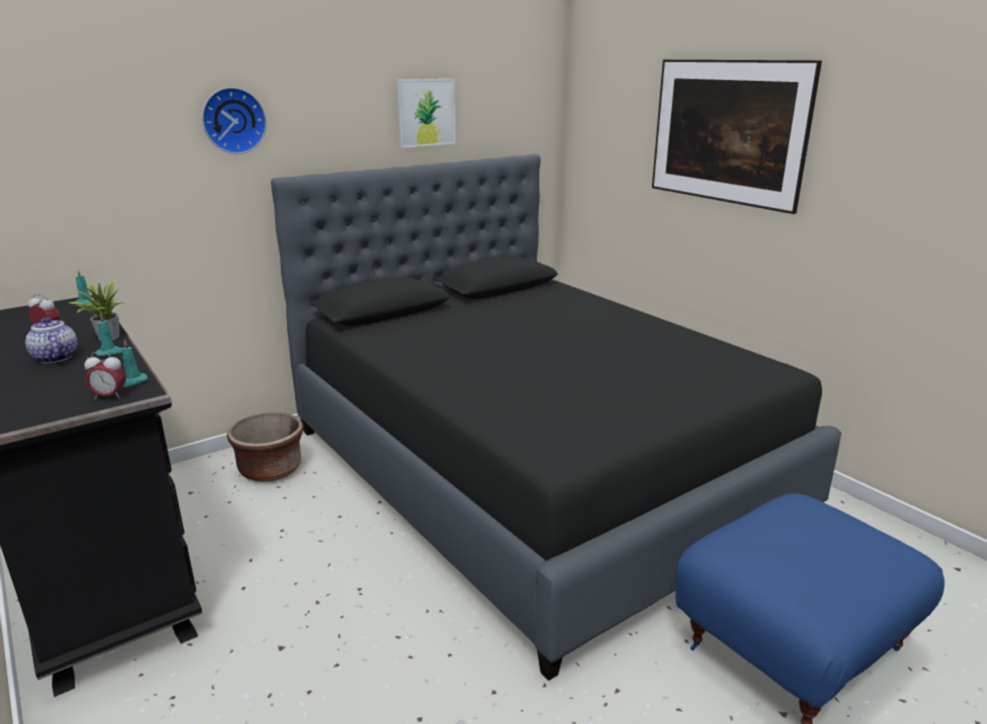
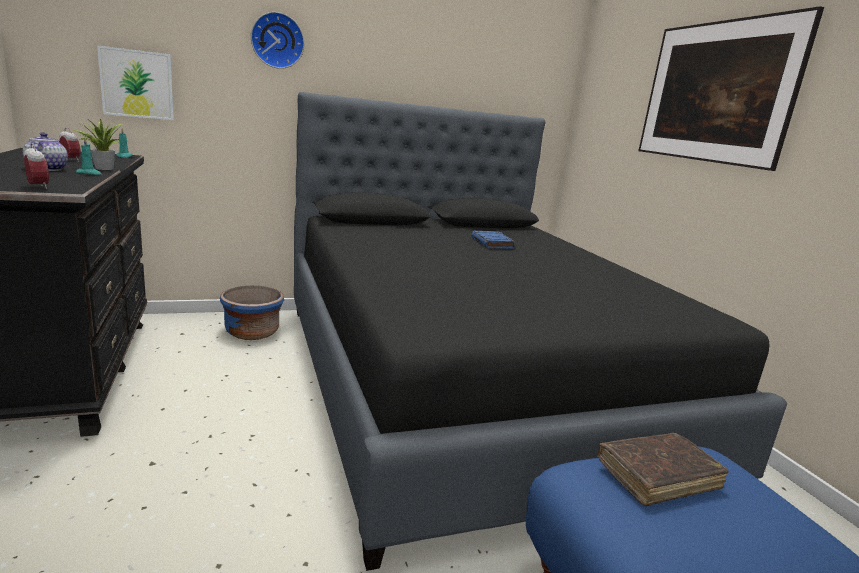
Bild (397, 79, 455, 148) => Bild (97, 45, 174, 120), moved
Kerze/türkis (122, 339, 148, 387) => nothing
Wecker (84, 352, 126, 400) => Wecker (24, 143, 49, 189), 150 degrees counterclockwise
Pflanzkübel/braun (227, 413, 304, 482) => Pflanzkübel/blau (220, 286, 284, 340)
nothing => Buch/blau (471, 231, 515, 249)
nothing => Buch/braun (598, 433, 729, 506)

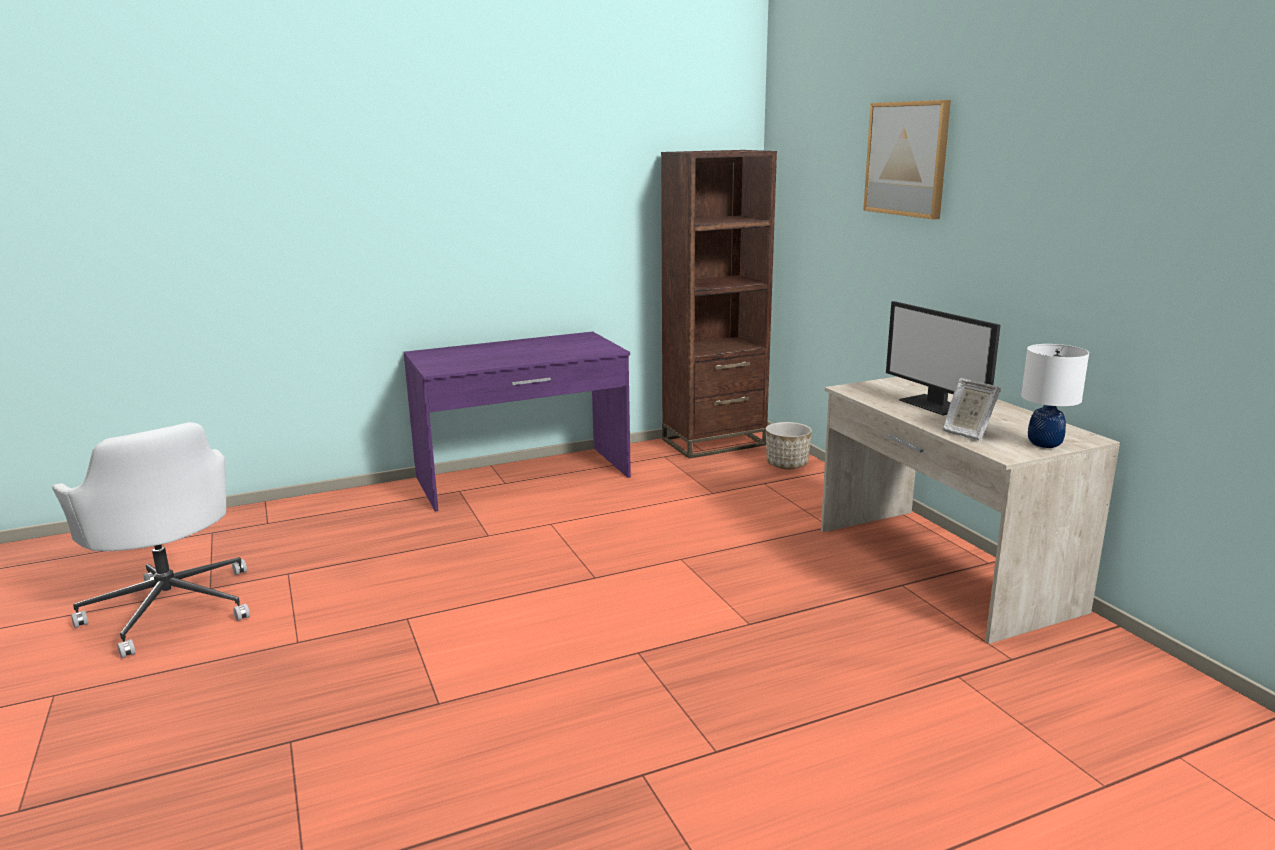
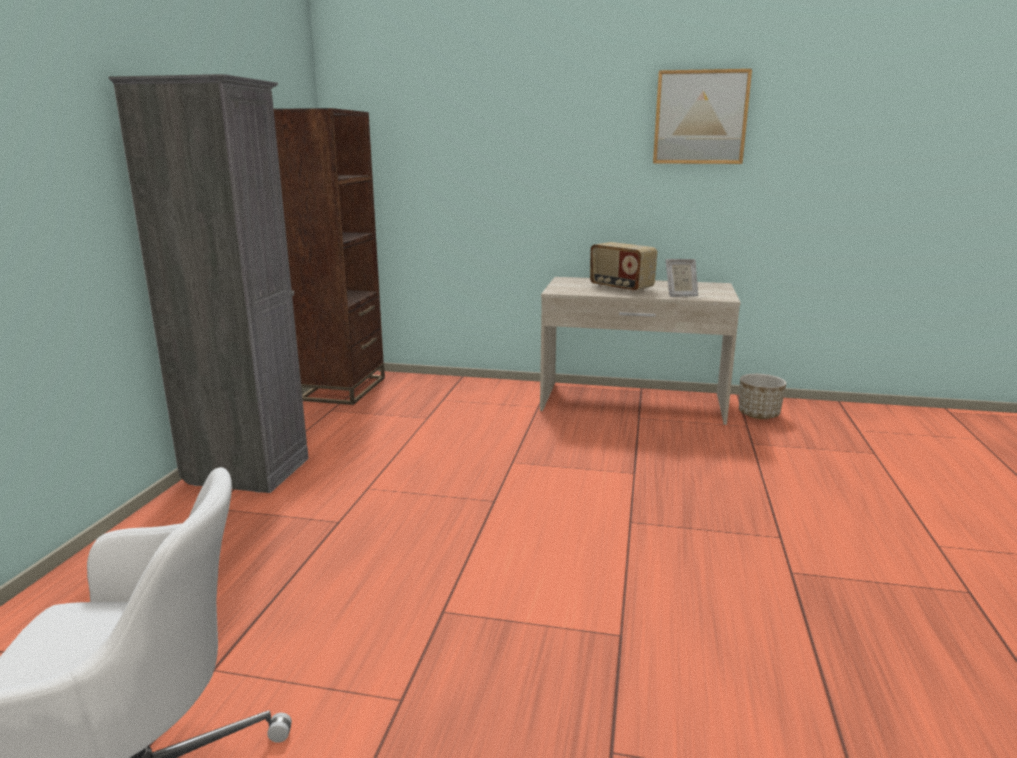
Bild (863, 100, 951, 219) => Bild (653, 69, 752, 164), moved
Monitor (886, 301, 1001, 415) => Radio (590, 242, 657, 292)
Schreibtisch/lila (404, 332, 631, 512) => Schrank/grau (108, 74, 309, 493)
Tischlampe/weiß (1021, 344, 1089, 448) => nothing
Pflanzkübel (766, 422, 812, 470) => Pflanzkübel (739, 374, 786, 419), moved

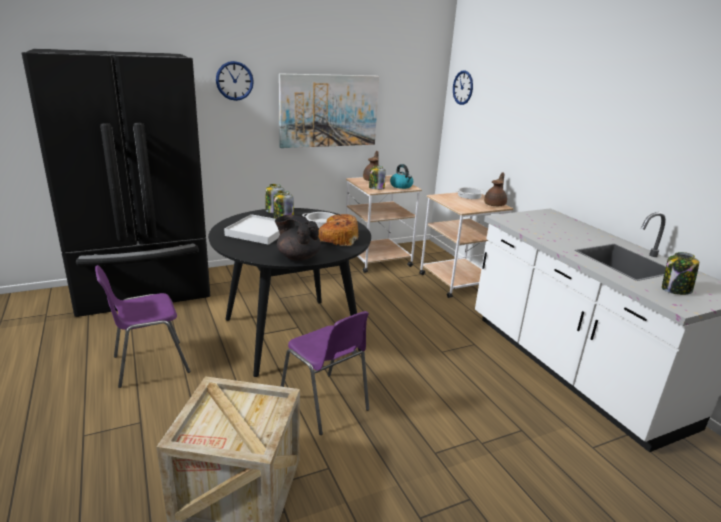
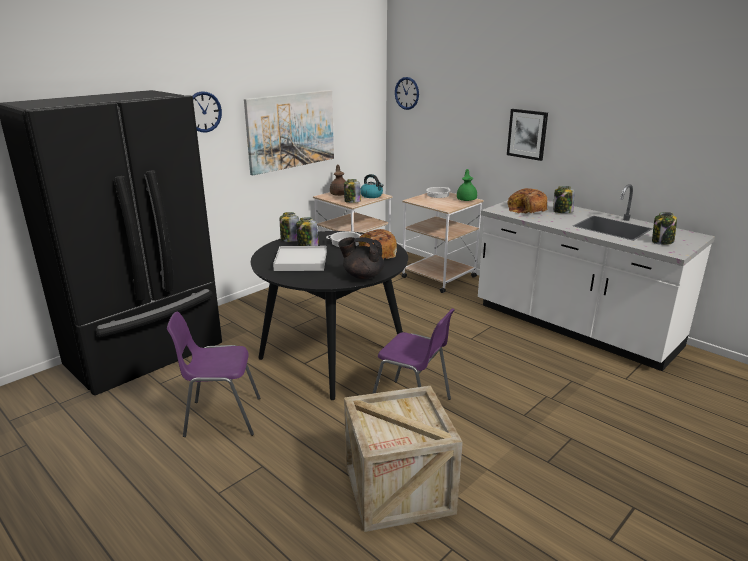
Teekanne/braun (484, 172, 507, 206) => Teekanne/grün (457, 169, 477, 201)
Stuhl/lila (95, 265, 190, 388) => Stuhl/lila (167, 311, 260, 437), 45 degrees clockwise
nothing => Bild (507, 109, 548, 161)
nothing => Vorratsglas (553, 186, 574, 213)
nothing => Brot (507, 188, 548, 214)

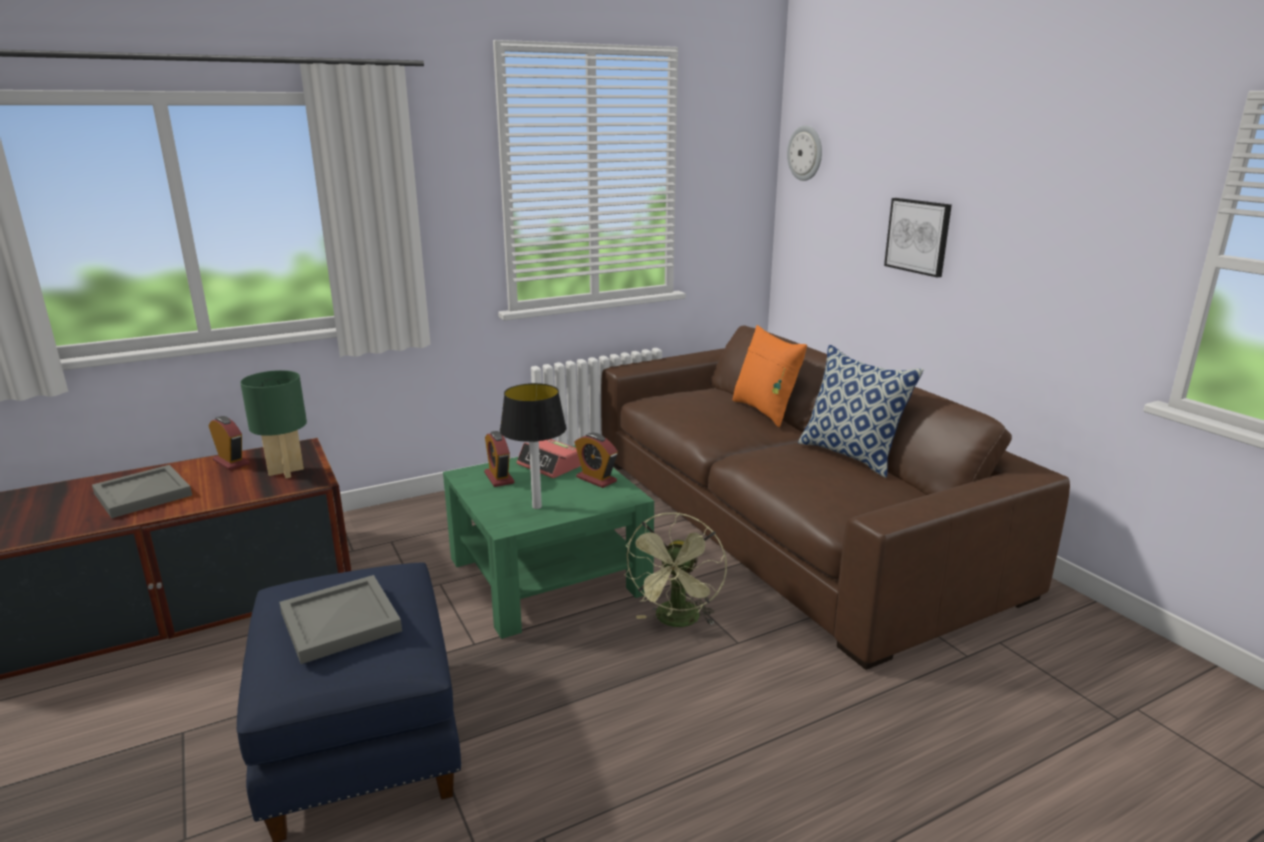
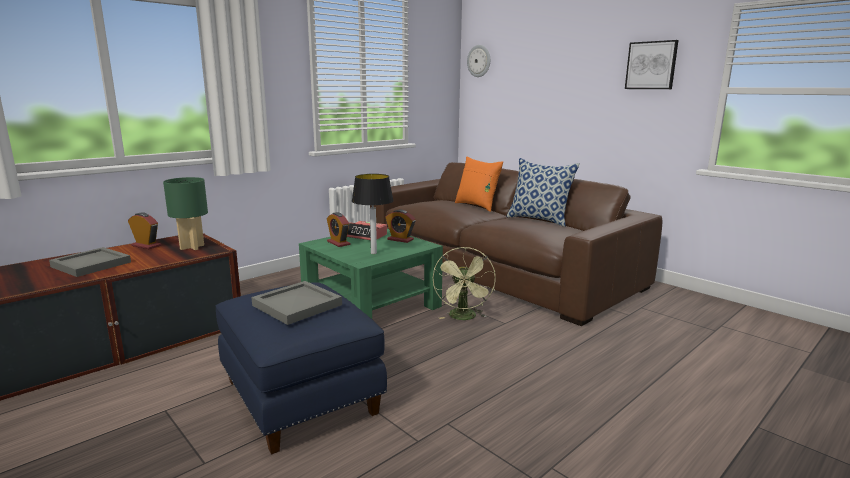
Bild (884, 198, 952, 278) => Bild (625, 40, 678, 89), moved

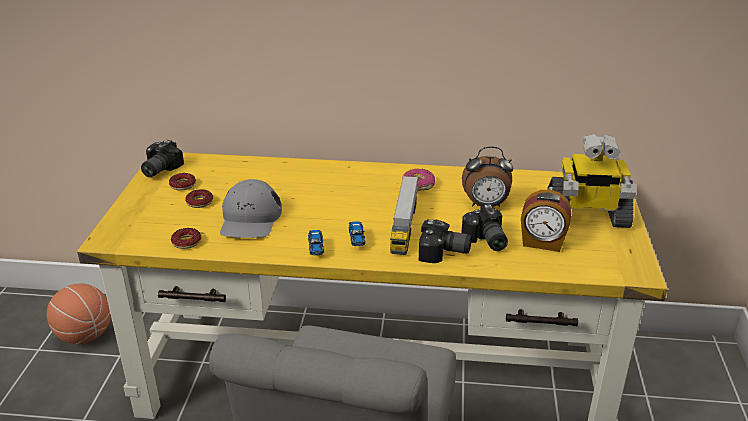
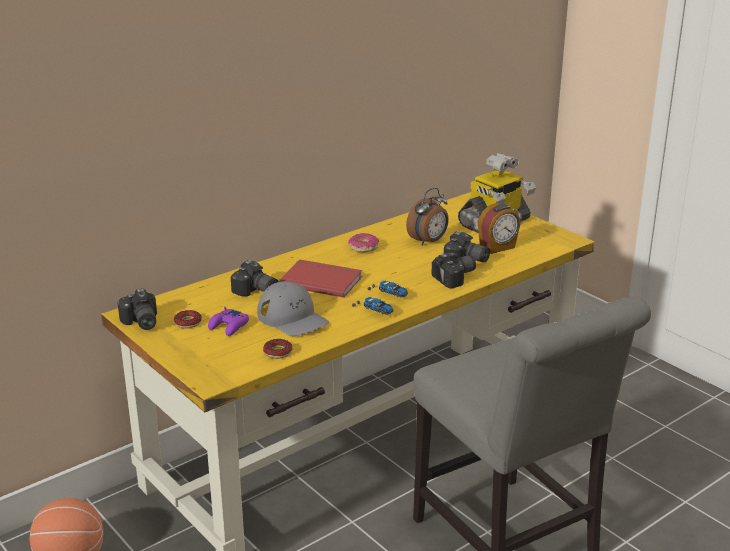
Spielzeuglaster (390, 176, 418, 255) => nothing
Donut (185, 189, 213, 208) => Gamepad/lila (208, 307, 249, 336)
nothing => Kamera (231, 260, 279, 296)
nothing => Buch/rot (279, 260, 362, 298)

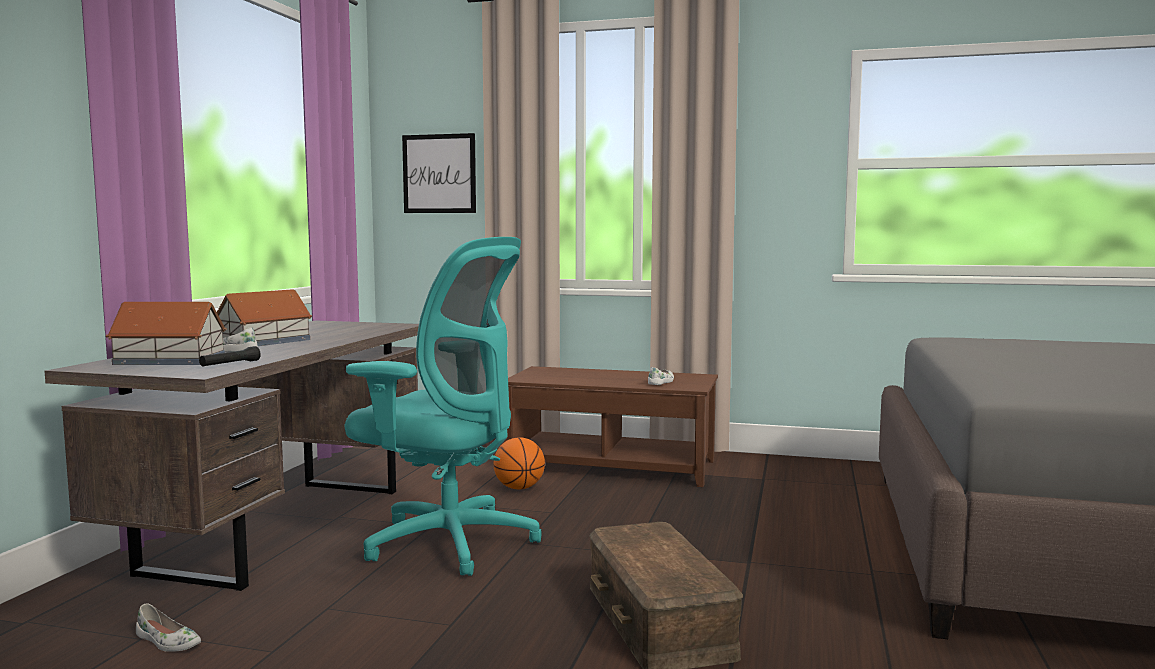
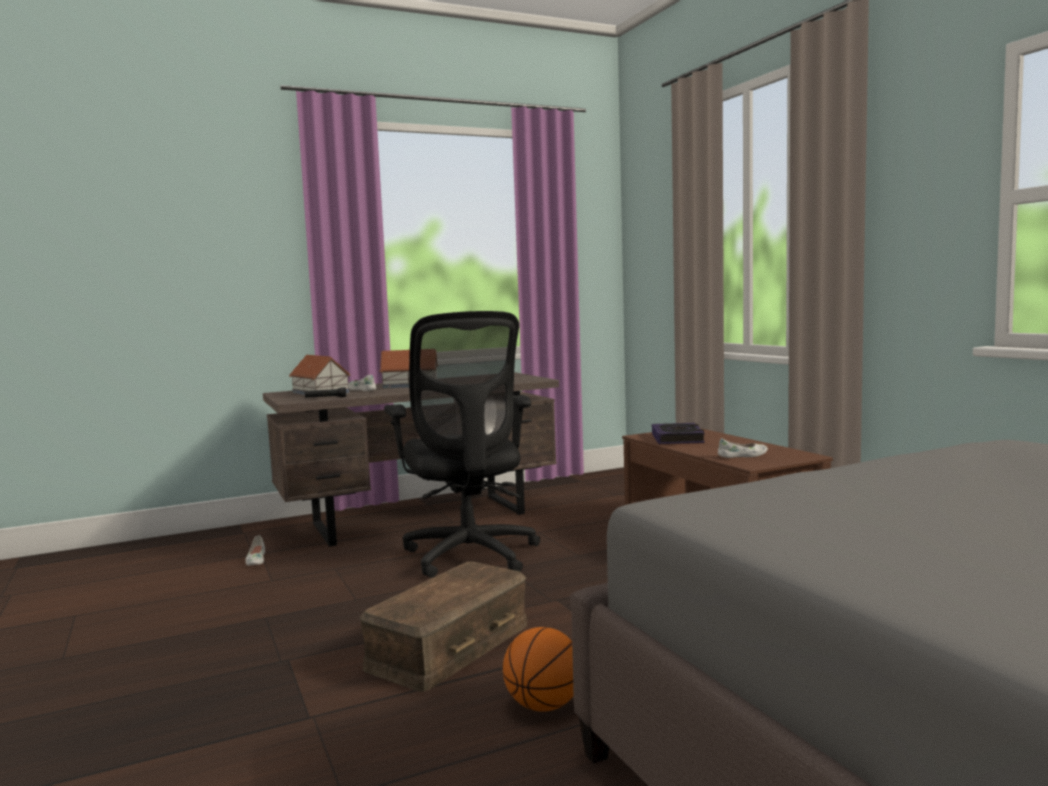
Bild (402, 133, 476, 213) => nothing
Bürostuhl/türkis (345, 237, 542, 576) => Bürostuhl/schwarz (384, 311, 540, 578)
Basketball (493, 437, 545, 489) => Basketball (503, 627, 573, 712), moved
nothing => Buch (652, 423, 705, 444)

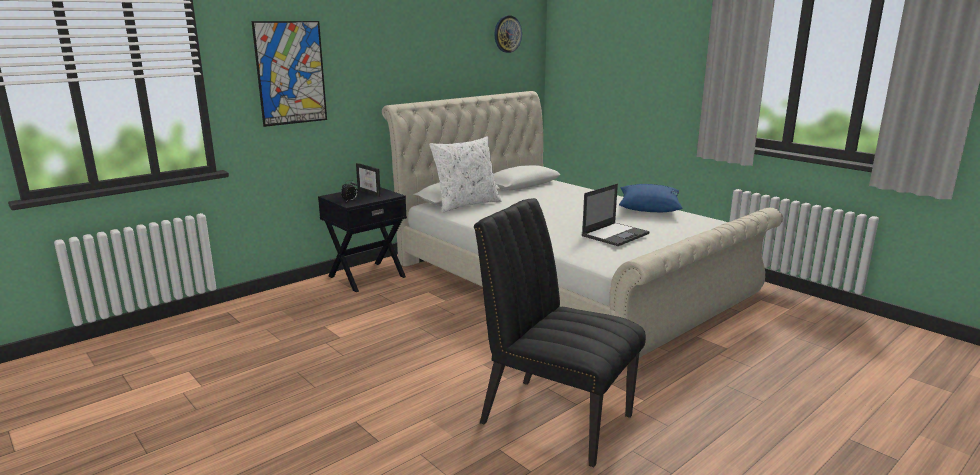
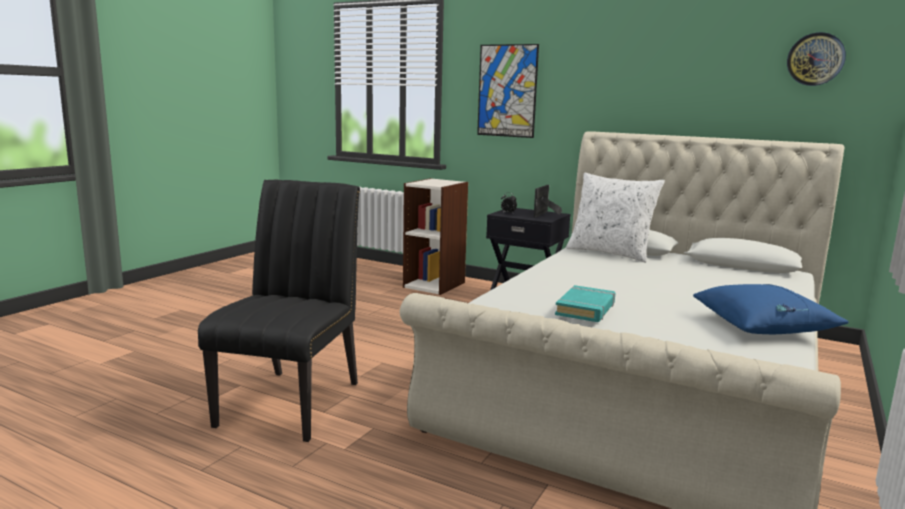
Laptop (582, 184, 650, 246) => Buch/türkis (555, 285, 615, 322)
nothing => Bücherregal (403, 178, 468, 295)

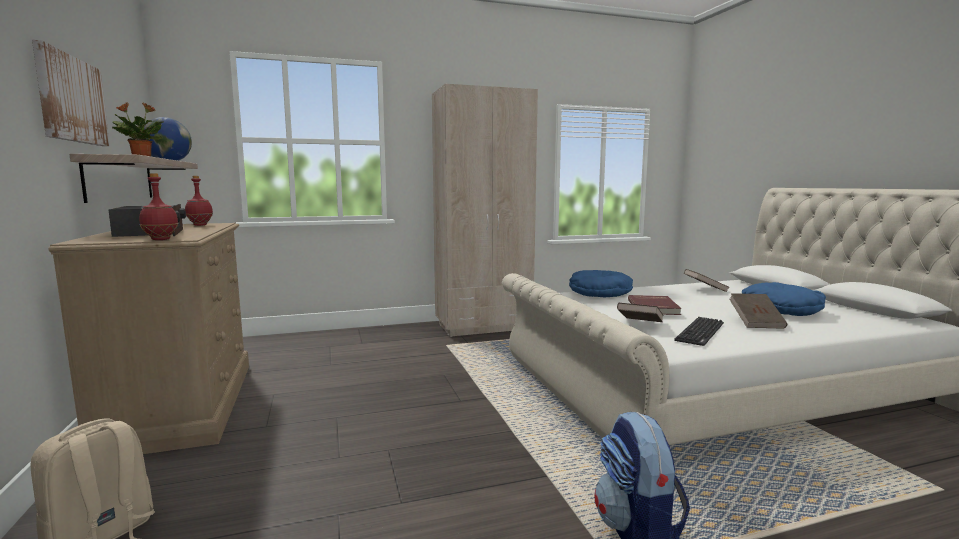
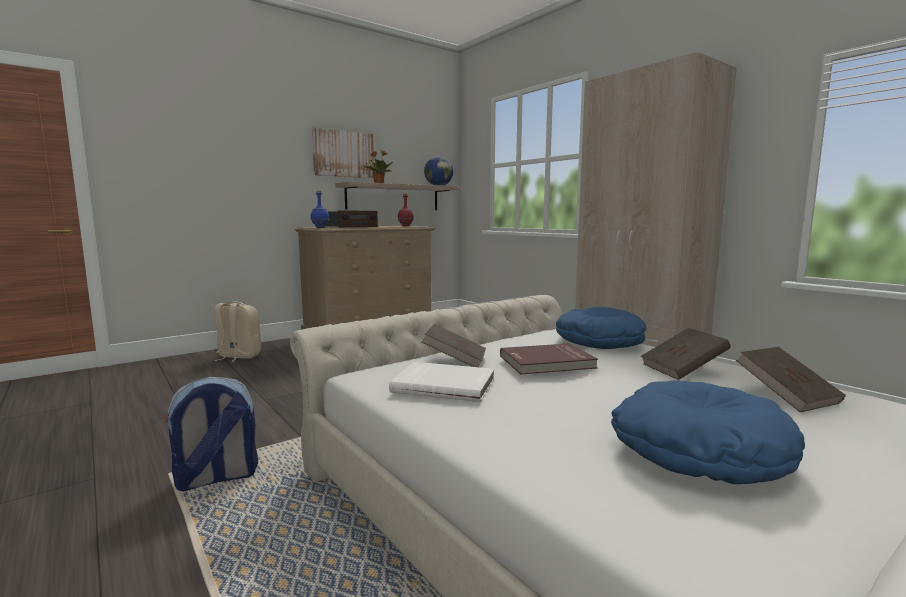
Flasche/rot (139, 173, 179, 240) => Flasche/blau (311, 191, 329, 228)
Buch/braun (729, 293, 787, 329) => Buch/braun (641, 328, 731, 380), moved
Tastatur (674, 317, 724, 346) => Buch/weiß (389, 362, 495, 402)

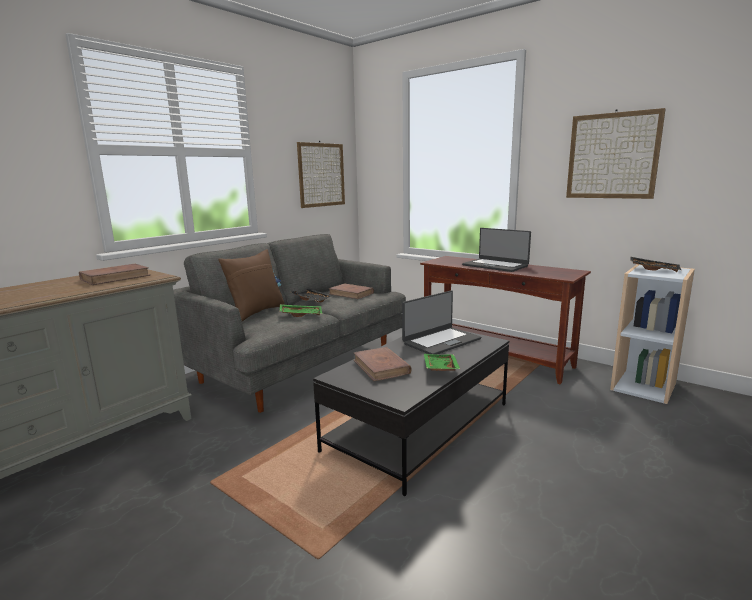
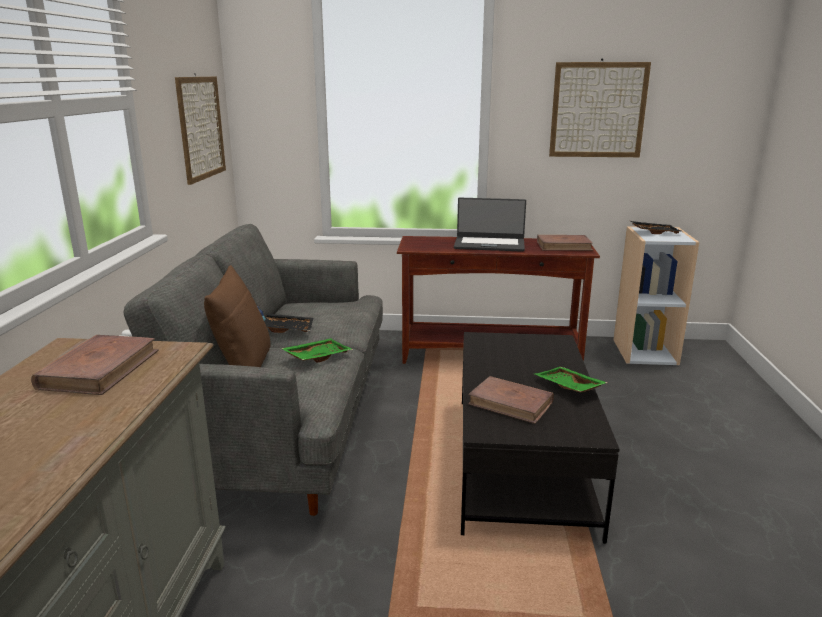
Buch/braun (328, 283, 374, 299) => Buch/braun (537, 235, 593, 251), moved
Laptop (402, 291, 481, 354) => nothing

